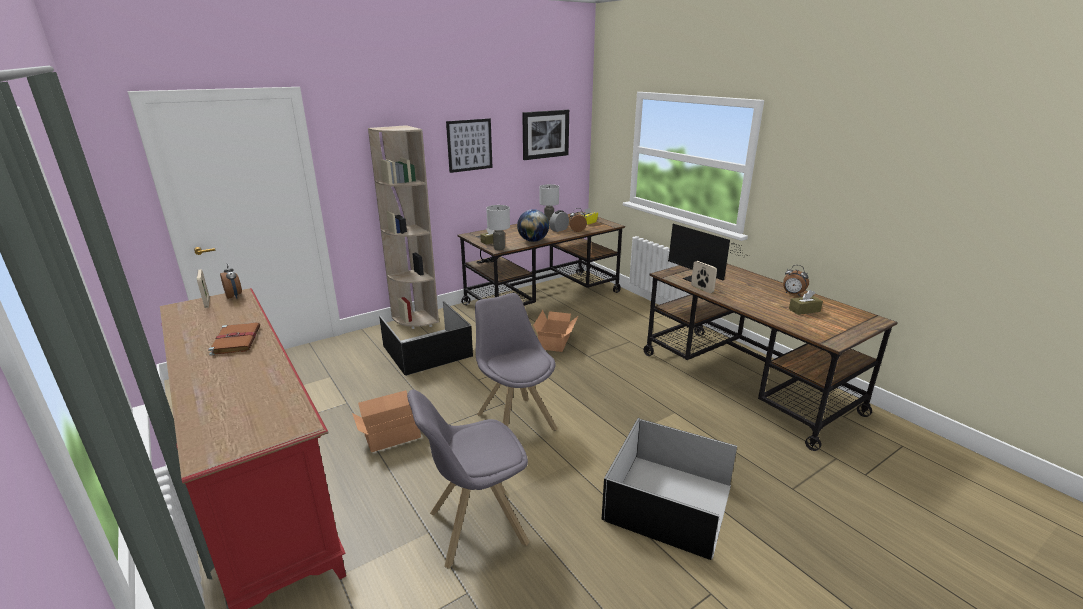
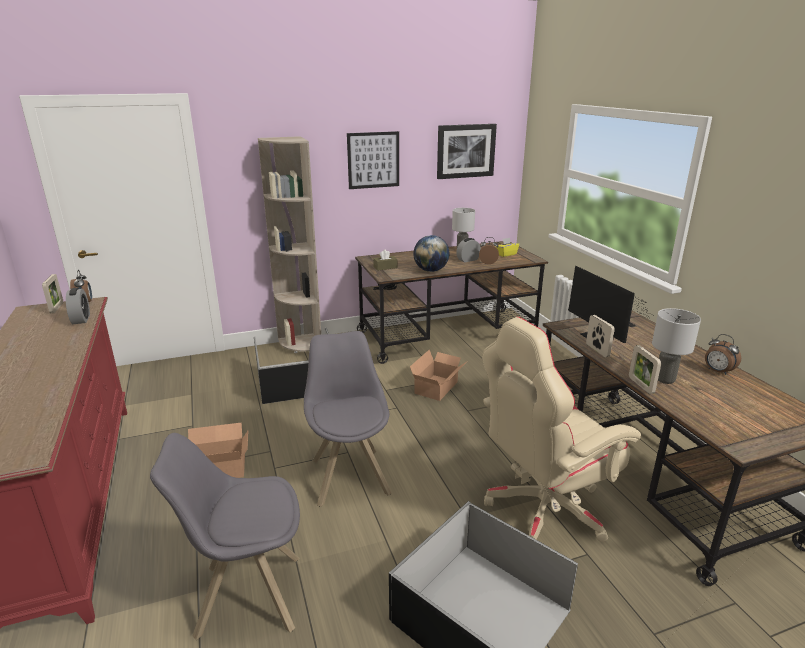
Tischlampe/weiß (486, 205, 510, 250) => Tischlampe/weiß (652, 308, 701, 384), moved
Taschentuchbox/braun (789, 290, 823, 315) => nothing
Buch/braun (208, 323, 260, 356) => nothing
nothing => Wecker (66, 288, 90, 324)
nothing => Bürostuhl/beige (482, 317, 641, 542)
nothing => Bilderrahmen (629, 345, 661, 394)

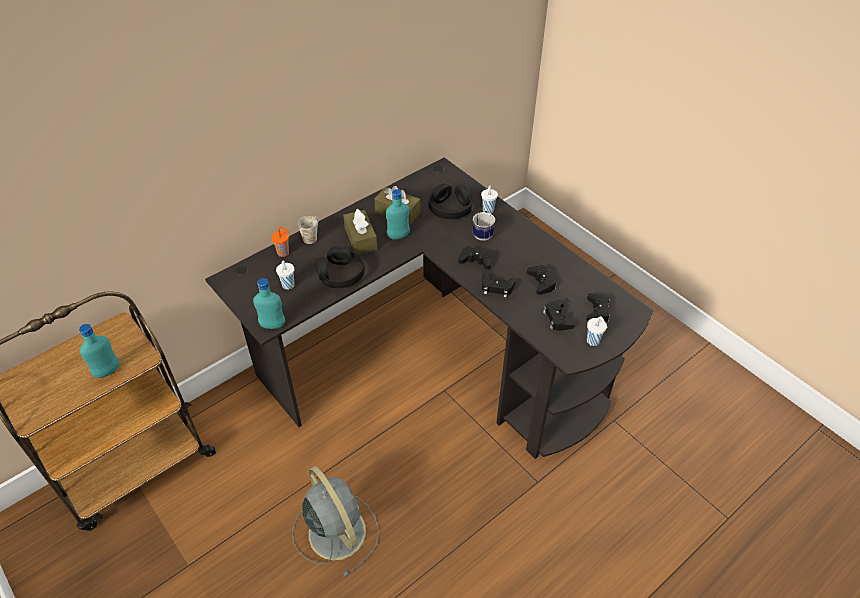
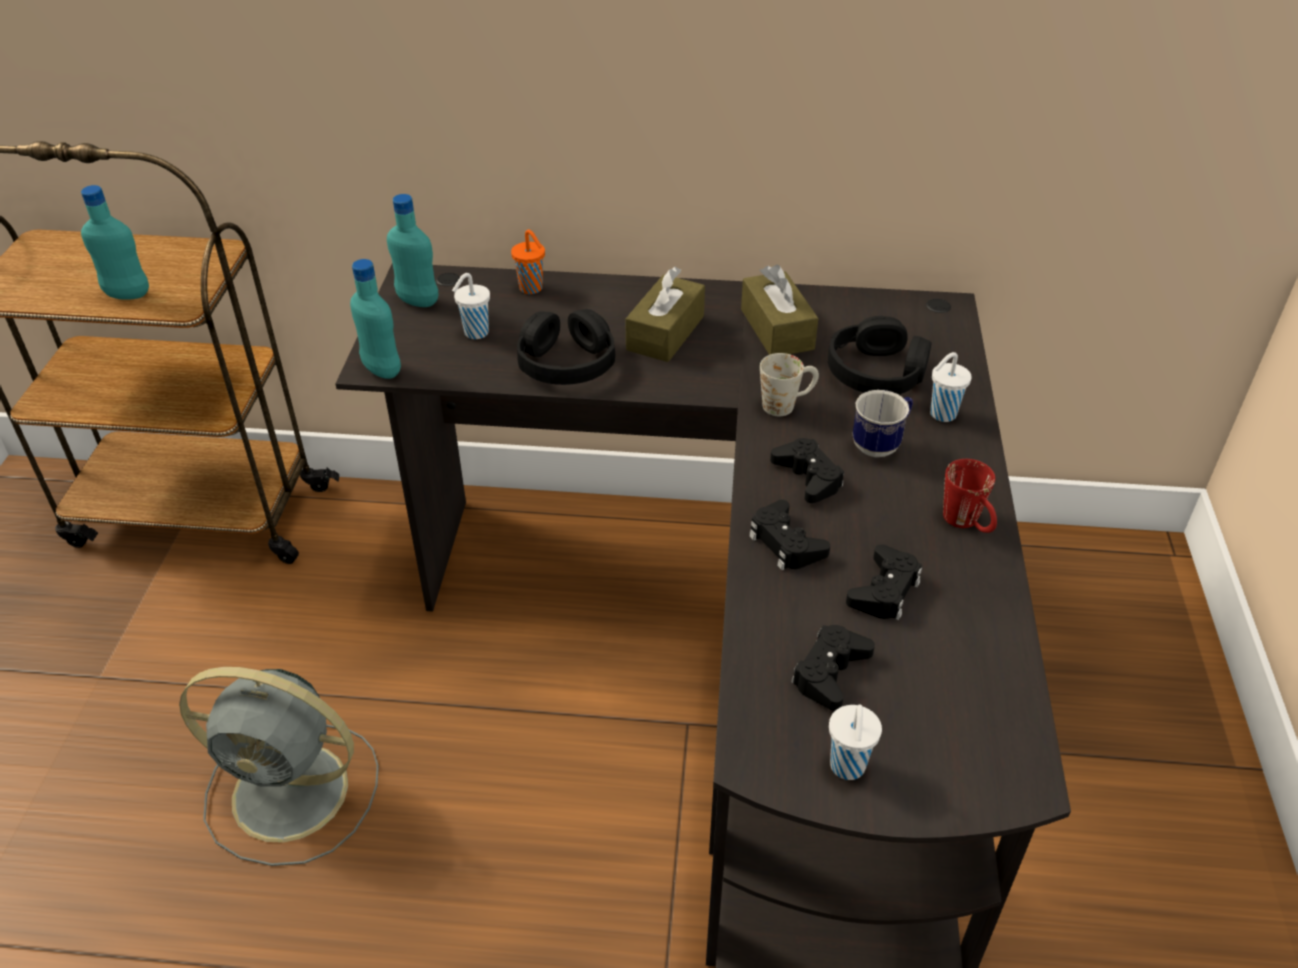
Flasche/türkis (386, 189, 410, 239) => Flasche/türkis (387, 194, 439, 307), moved
Henkelbecher/weiß (298, 216, 318, 244) => Henkelbecher/weiß (760, 353, 819, 416), moved
Gamepad/schwarz (586, 293, 610, 322) => nothing
Ventilator/grau (292, 466, 379, 577) => Ventilator/grau (179, 667, 379, 866), 90 degrees clockwise
nothing => Henkelbecher/rot (943, 459, 997, 533)

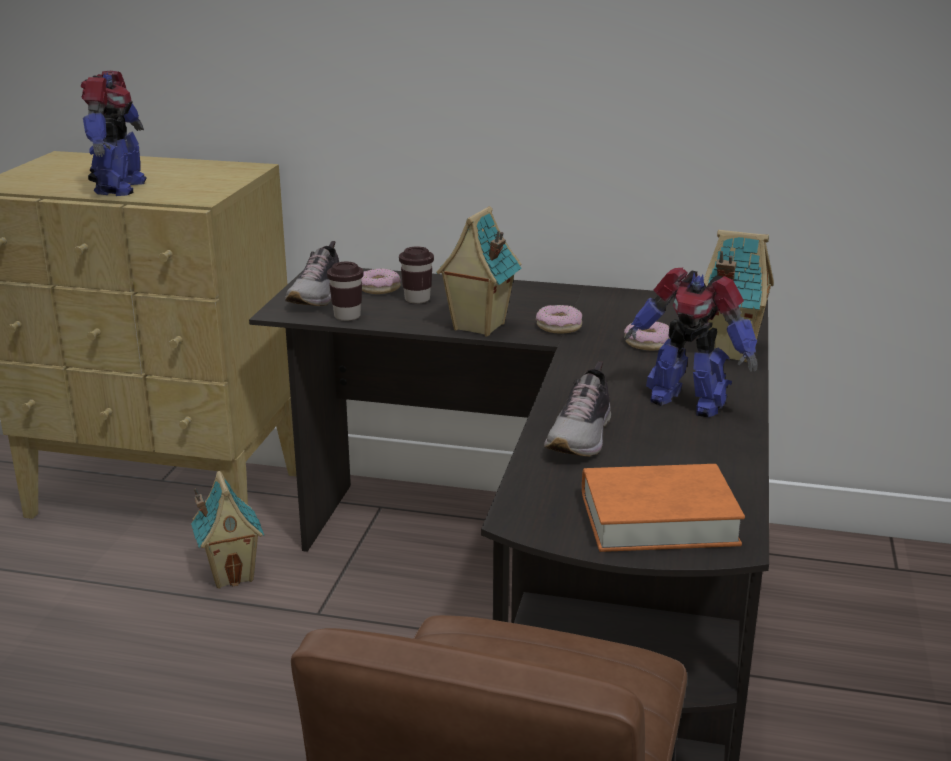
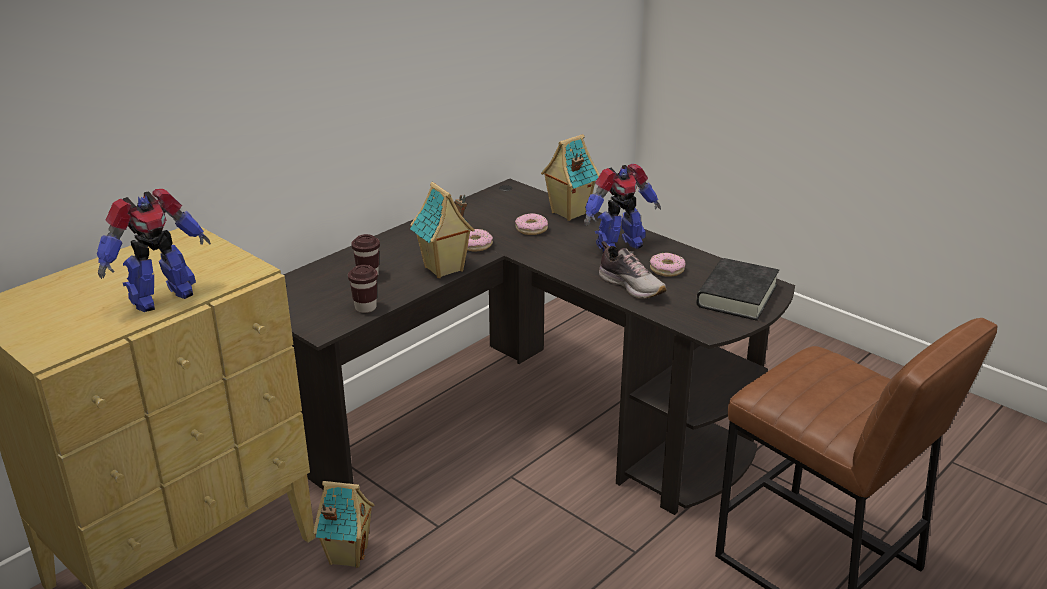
Spielzeugroboter (81, 71, 147, 196) => Spielzeugroboter (97, 189, 211, 312), 105 degrees clockwise
Schuh (285, 241, 339, 306) => nothing
Donut (361, 268, 401, 294) => Donut (650, 253, 686, 277), moved
Buch/orange (582, 464, 745, 552) => Buch/schwarz (696, 258, 779, 321)

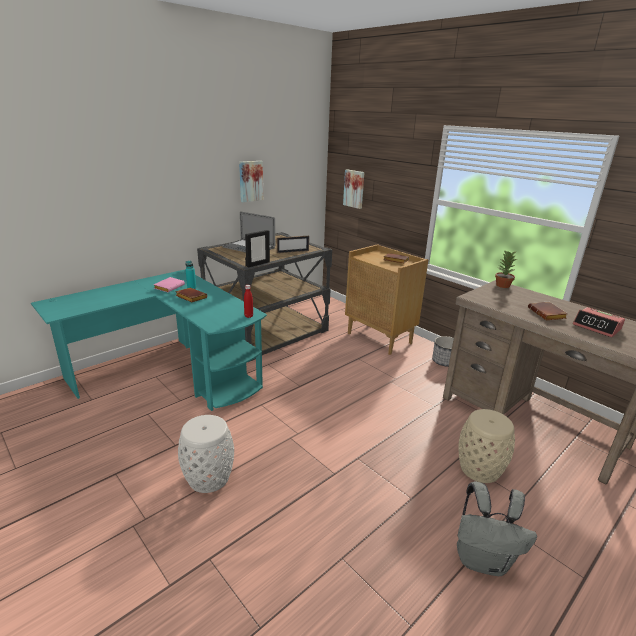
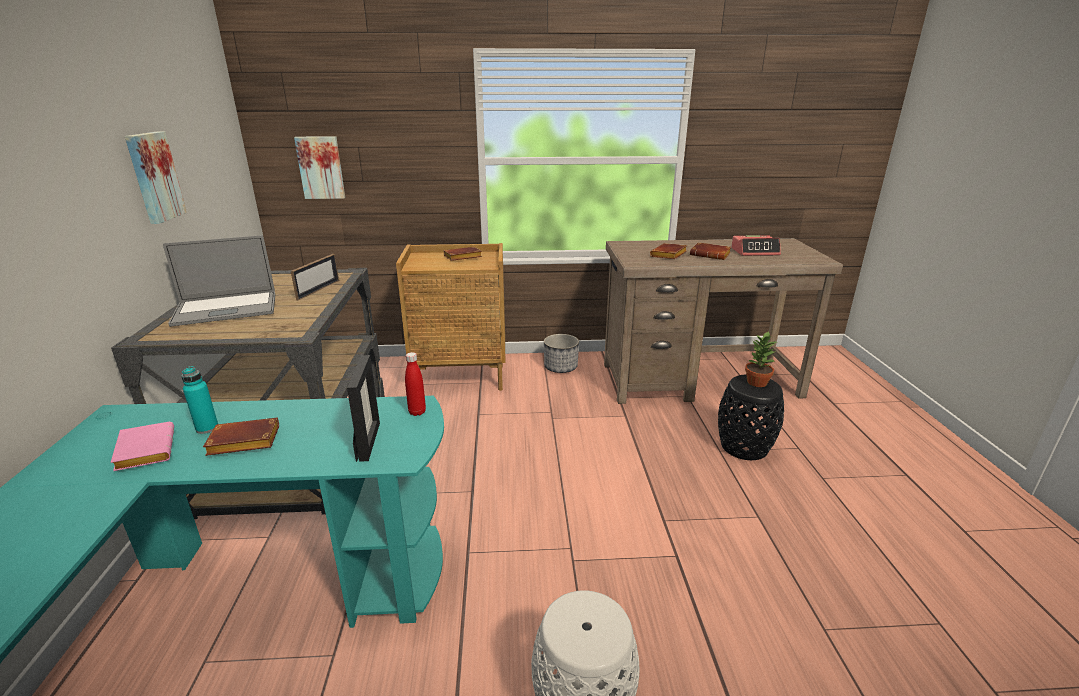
Bilderrahmen (245, 230, 270, 268) => Bilderrahmen (347, 355, 380, 462), moved
Topfpflanze (495, 250, 517, 288) => Topfpflanze (745, 331, 777, 387), moved
Hocker/beige (458, 409, 515, 483) => Hocker/schwarz (718, 375, 784, 460)
Rucksack/grau (457, 481, 537, 576) => nothing
nothing => Buch/braun (650, 243, 687, 259)

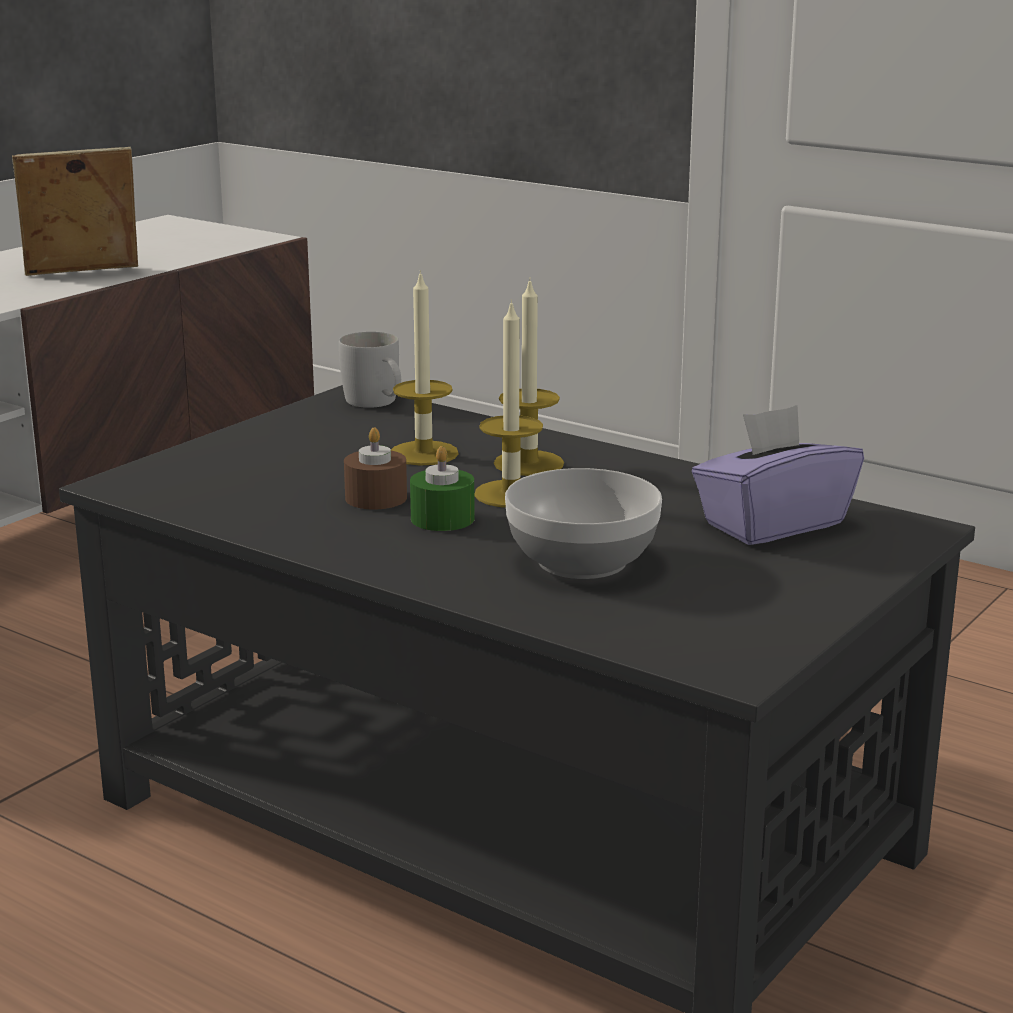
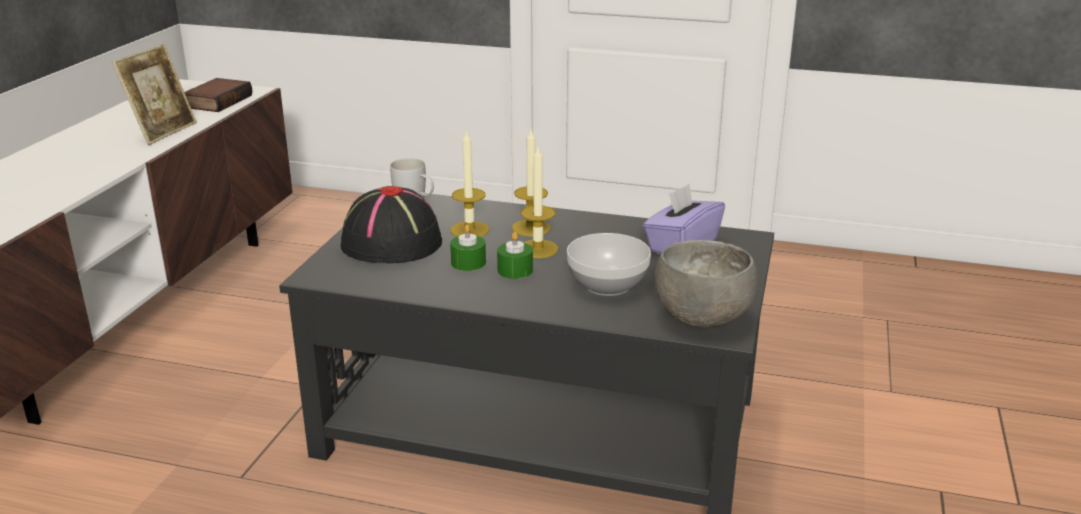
Bilderrahmen (12, 147, 138, 276) => Bilderrahmen (112, 44, 197, 145), 150 degrees clockwise
Kerze/braun (344, 427, 407, 510) => Kerze/grün (450, 225, 486, 271)
nothing => Buch (184, 78, 252, 112)
nothing => Hut/schwarz (340, 186, 442, 263)
nothing => Schüssel/grau (655, 240, 758, 328)

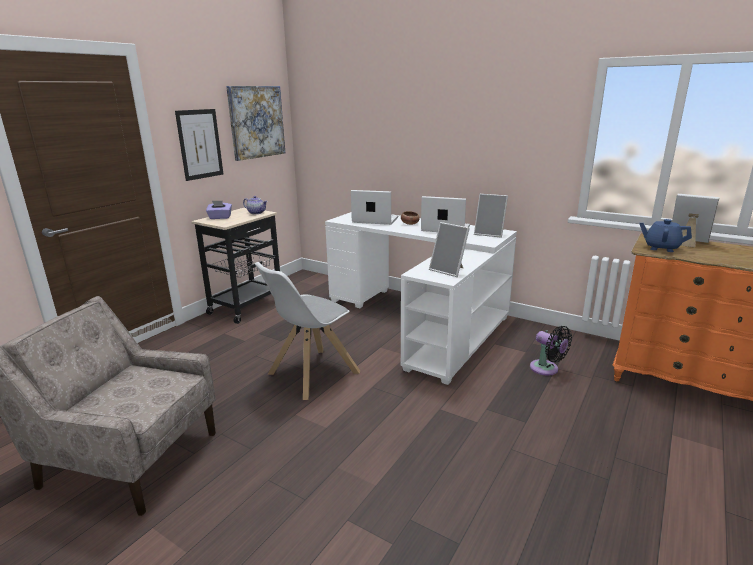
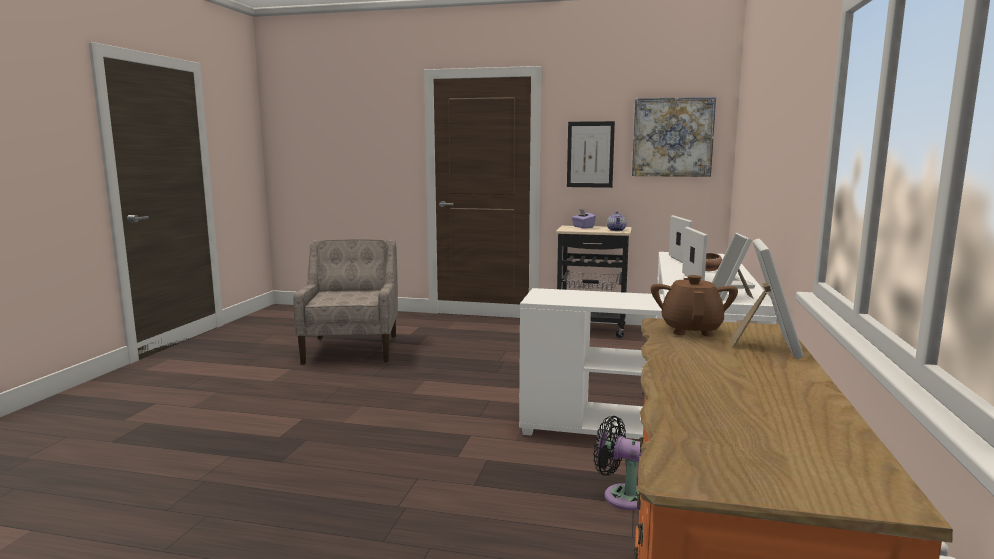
Teekanne/blau (640, 219, 692, 252) => Teekanne/braun (651, 275, 738, 336)
Bilderrahmen (429, 222, 470, 277) => nothing
Stuhl (255, 262, 360, 400) => nothing
Ventilator/schwarz (530, 326, 572, 376) => Ventilator/schwarz (593, 416, 642, 510), 90 degrees clockwise

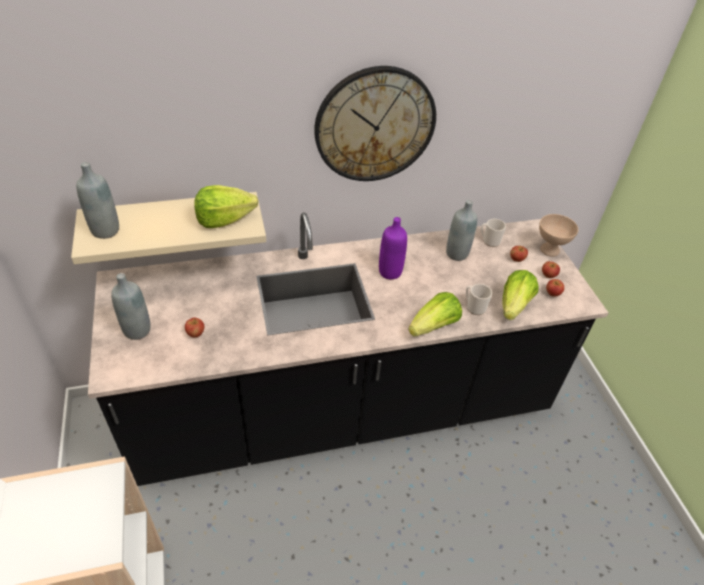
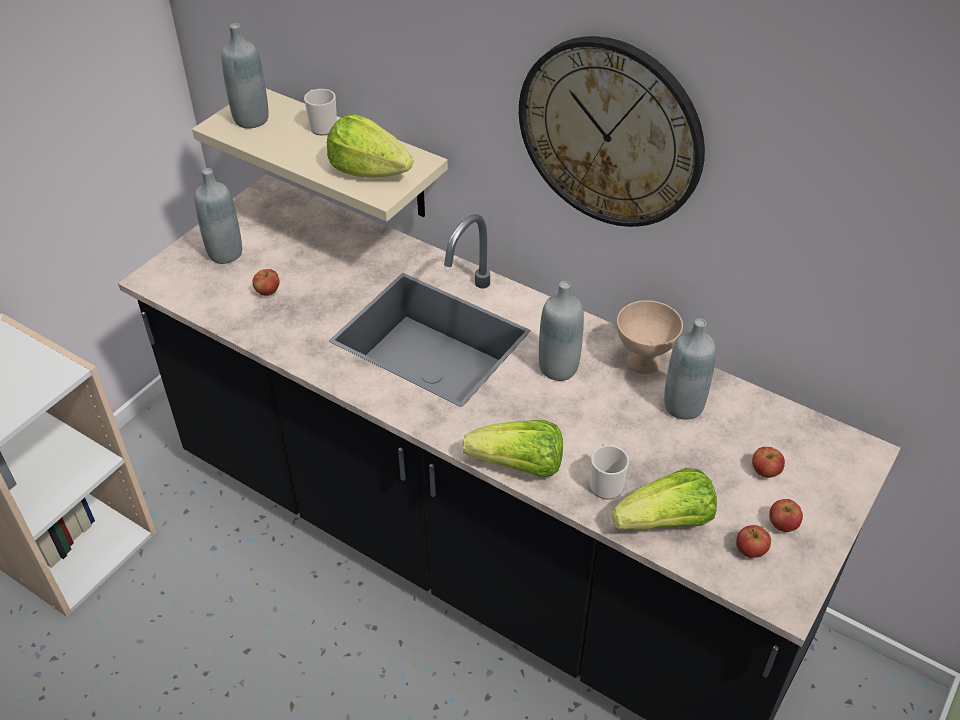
Schüssel/beige (539, 214, 578, 257) => Schüssel/beige (617, 300, 683, 374), moved
Flasche/lila (379, 217, 407, 279) => Flasche/grau (539, 281, 584, 381)
Henkelbecher (481, 219, 506, 247) => Henkelbecher (304, 89, 337, 136), moved

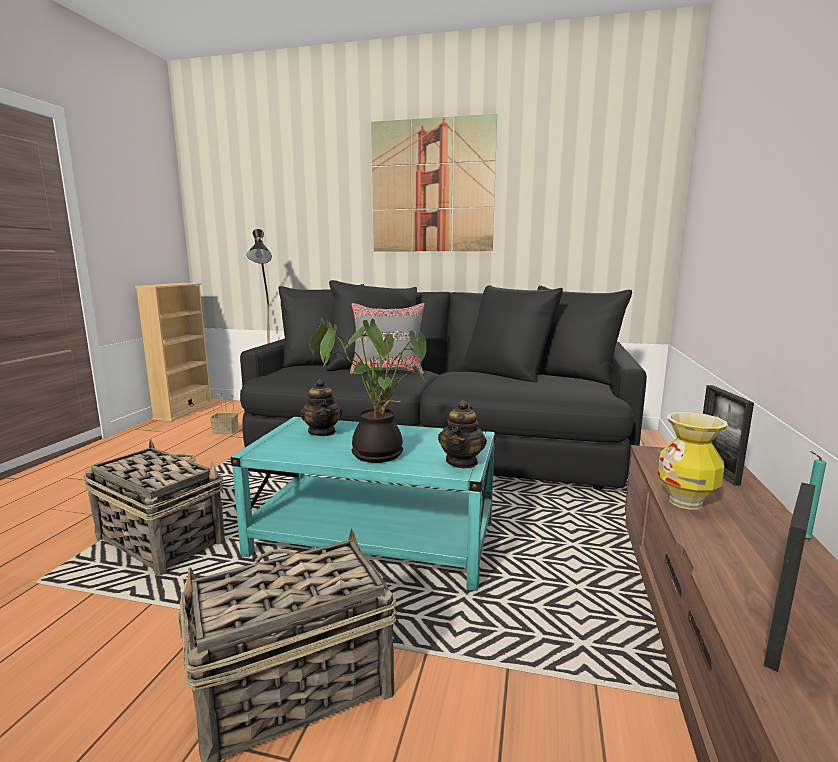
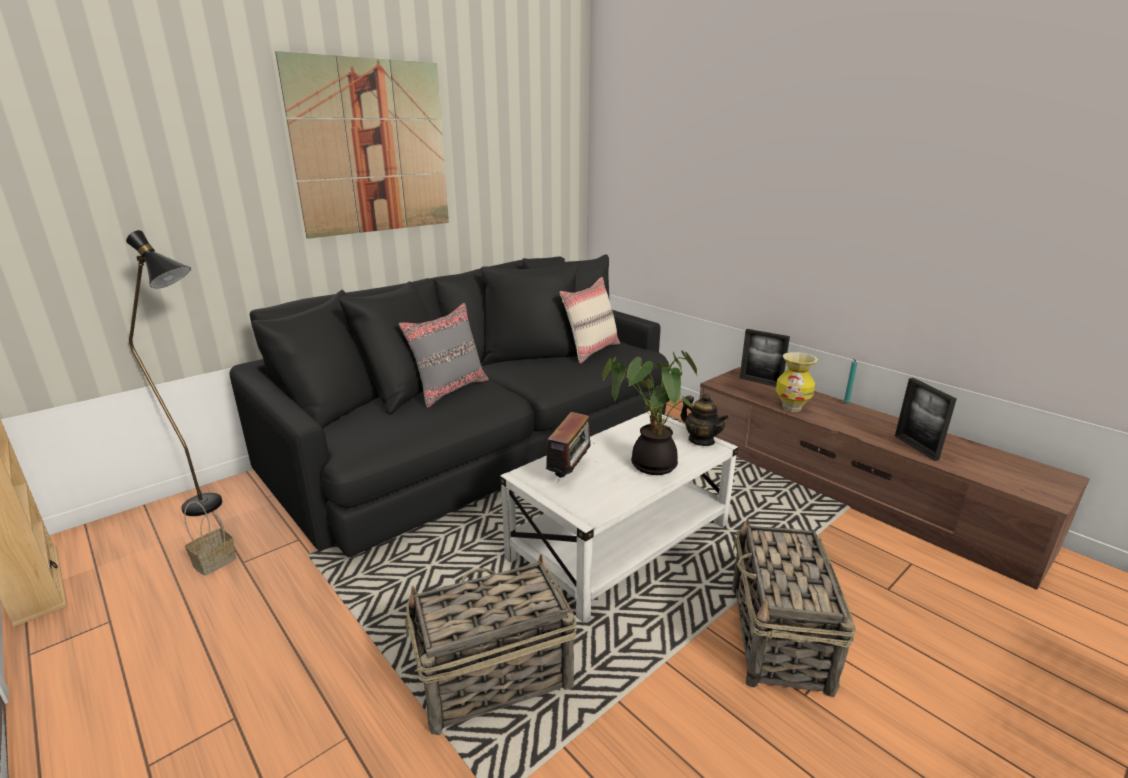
Teekanne (300, 379, 342, 436) => Radio (541, 412, 591, 480)
Couchtisch/türkis (231, 417, 496, 591) => Couchtisch/weiß (500, 411, 738, 623)
nothing => Kissen/beige (560, 277, 620, 364)

